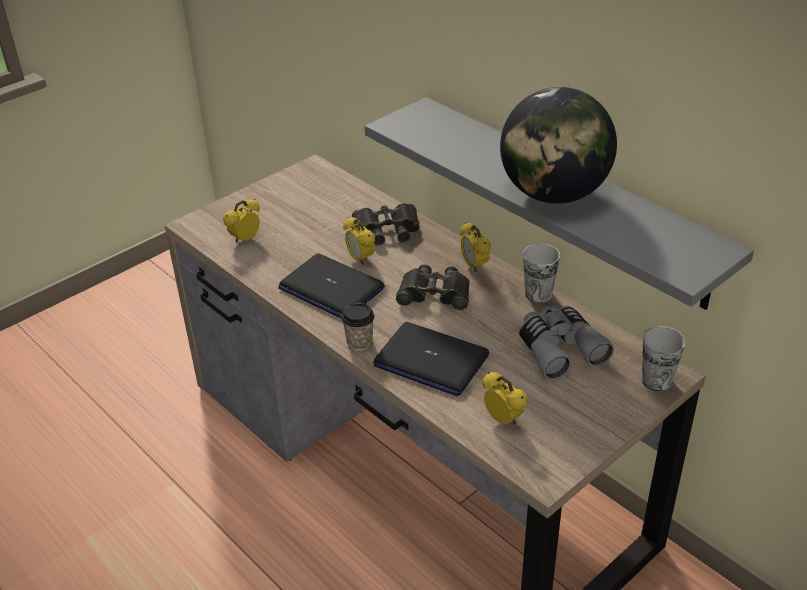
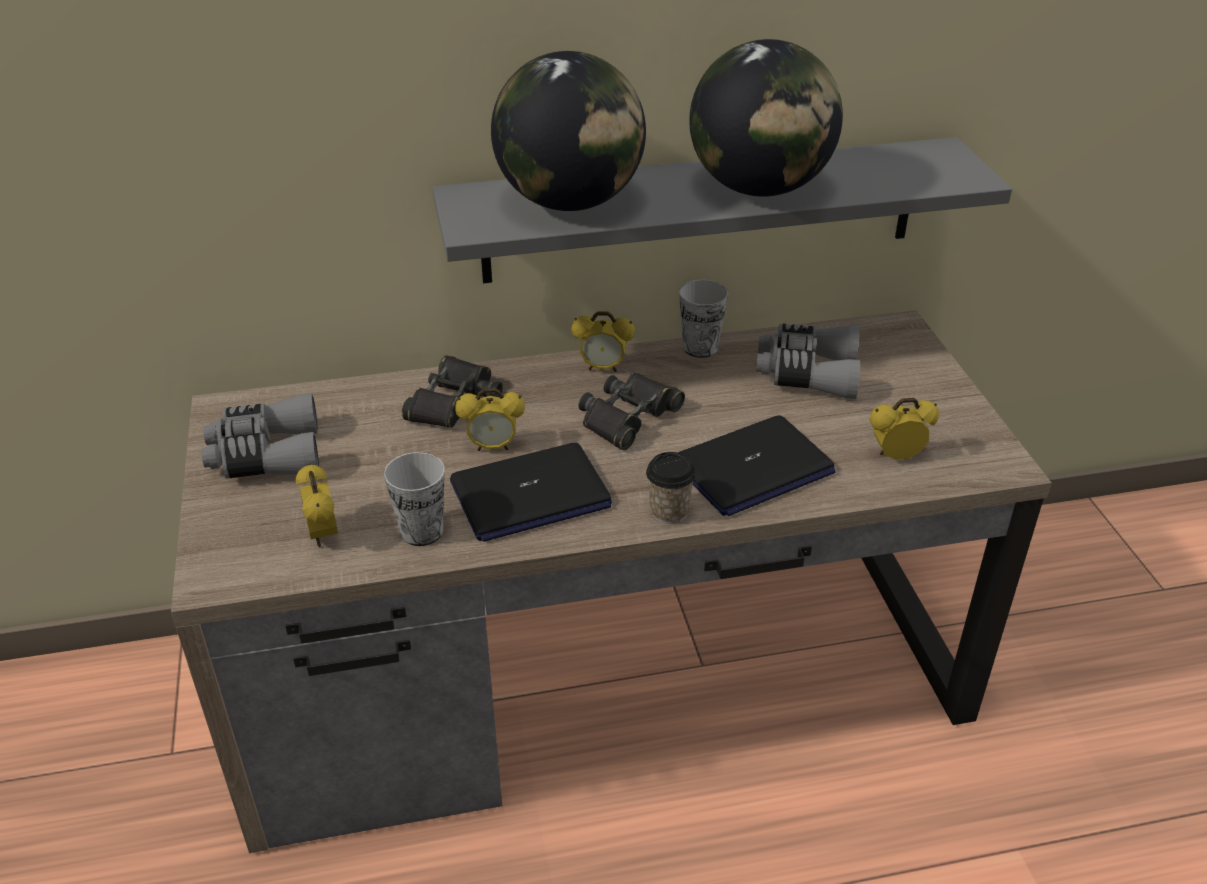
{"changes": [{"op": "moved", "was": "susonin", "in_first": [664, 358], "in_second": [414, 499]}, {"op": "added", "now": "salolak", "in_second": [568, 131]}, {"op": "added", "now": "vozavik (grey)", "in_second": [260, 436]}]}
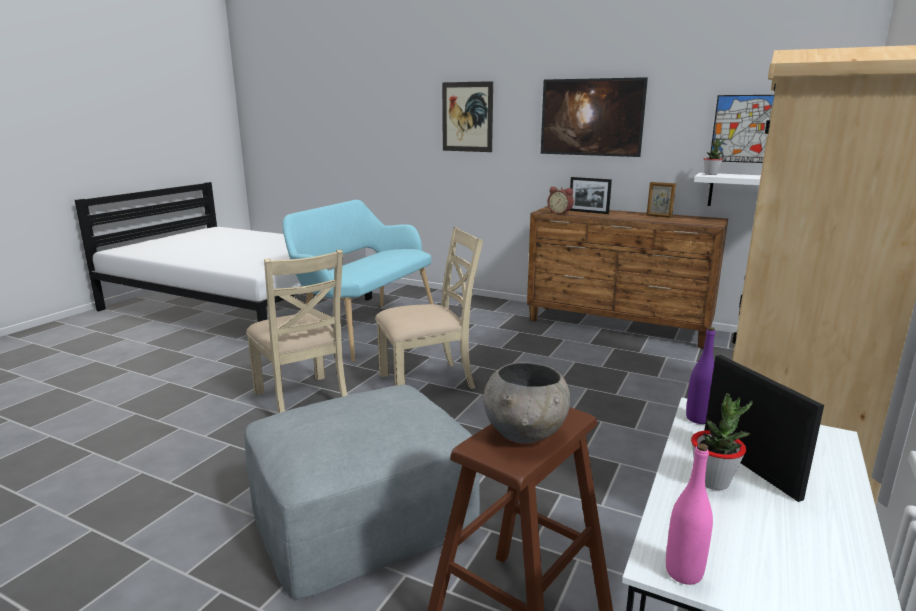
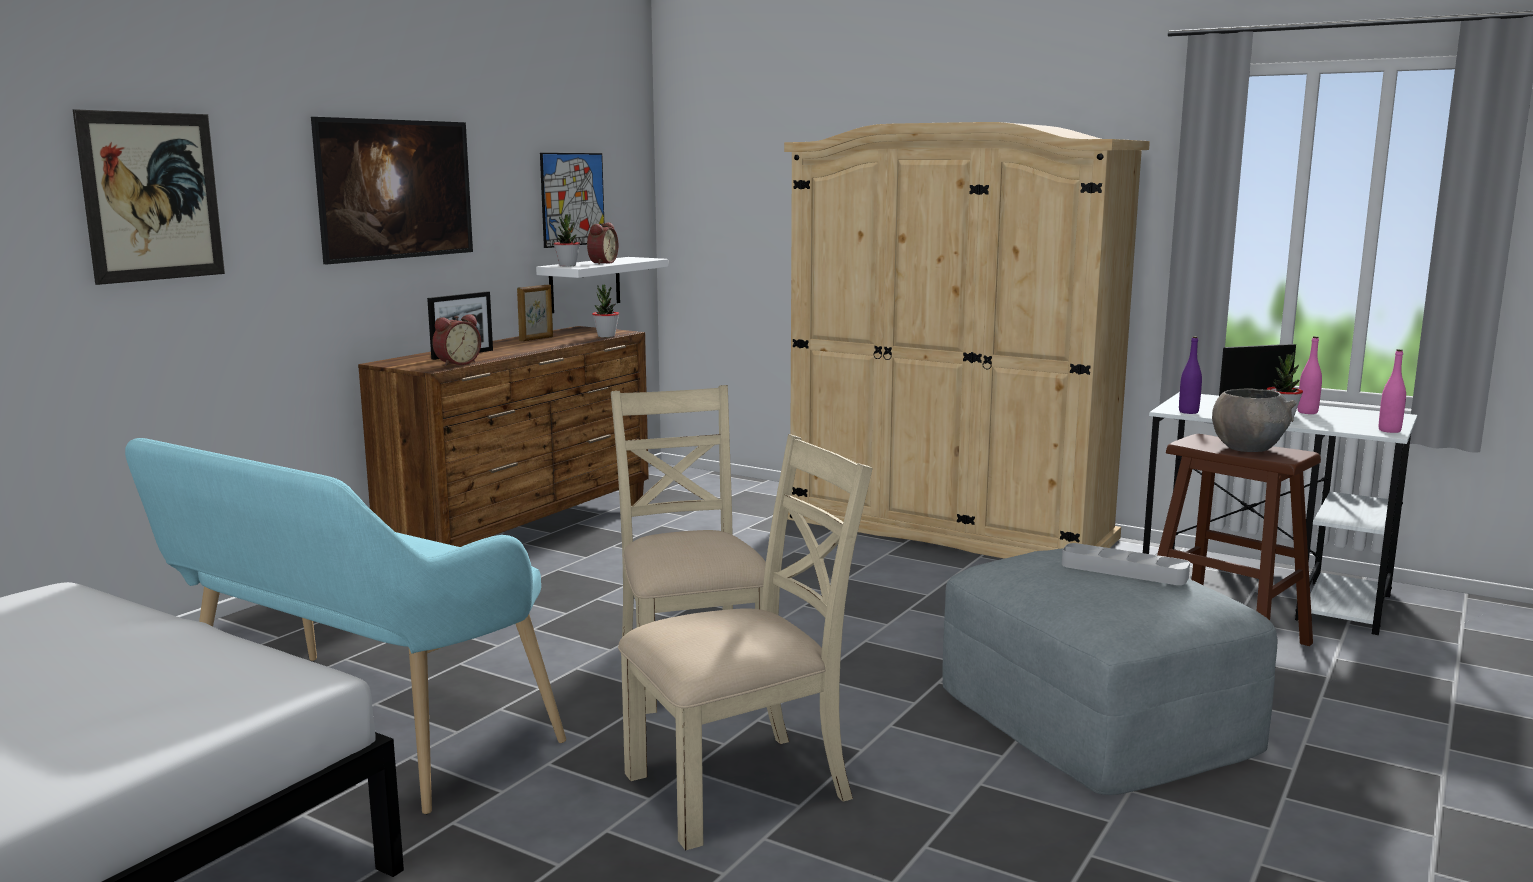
{"changes": [{"op": "added", "now": "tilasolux", "in_second": [602, 243]}, {"op": "added", "now": "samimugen", "in_second": [605, 311]}, {"op": "added", "now": "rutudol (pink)", "in_second": [1309, 375]}, {"op": "added", "now": "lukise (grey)", "in_second": [1126, 564]}]}
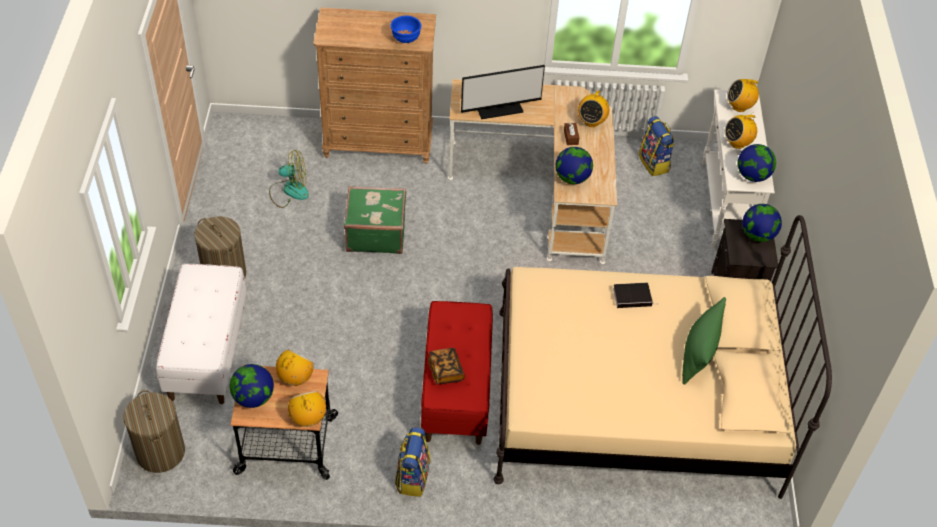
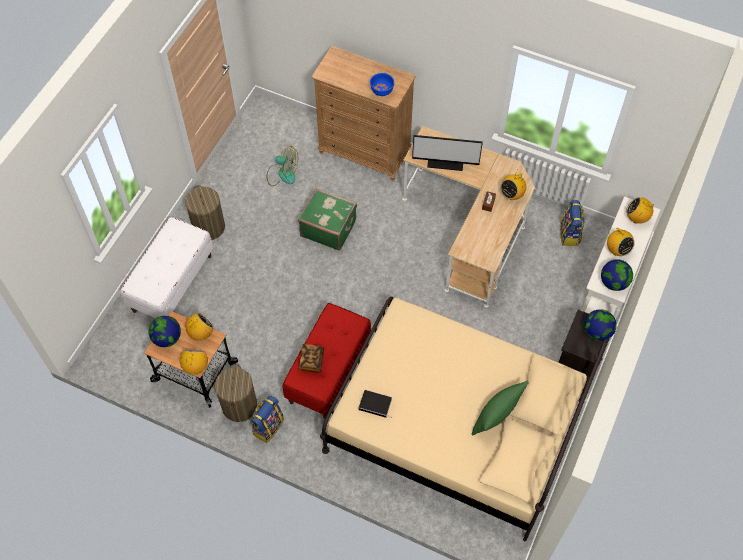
{"changes": [{"op": "turned", "was": "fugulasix", "in_first": [741, 132], "in_second": [621, 242], "clockwise": -120}, {"op": "removed", "was": "salolak", "in_first": [574, 165]}, {"op": "moved", "was": "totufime", "in_first": [635, 295], "in_second": [375, 404]}, {"op": "moved", "was": "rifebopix", "in_first": [154, 431], "in_second": [236, 393]}]}
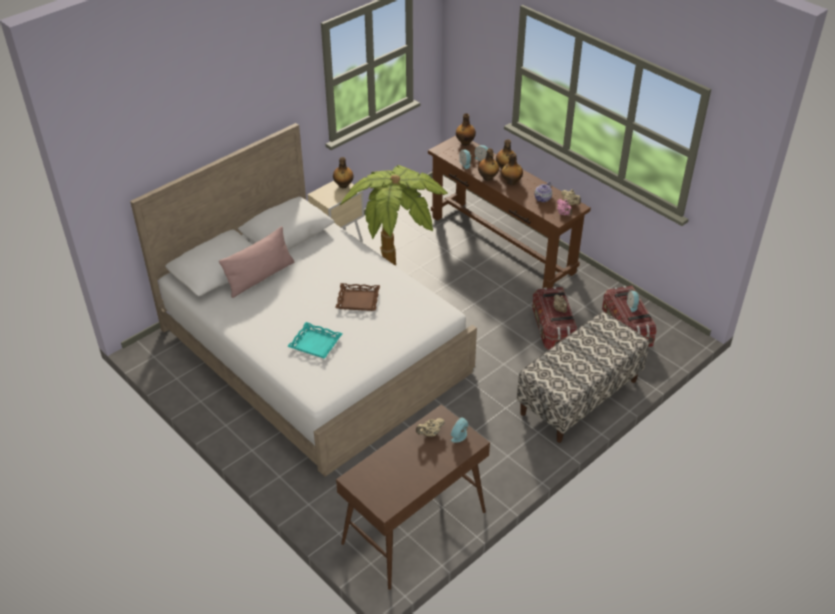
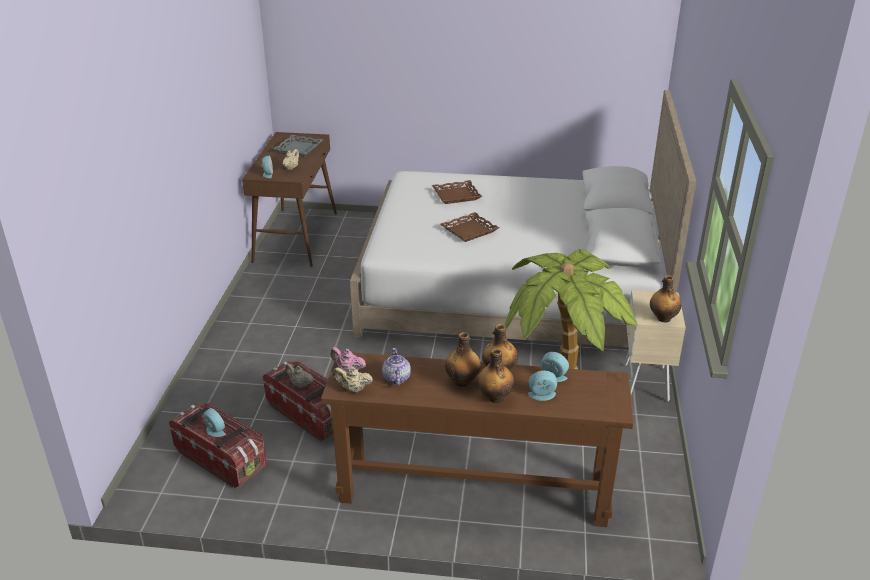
{"changes": [{"op": "removed", "was": "rutudol", "in_first": [466, 129]}, {"op": "removed", "was": "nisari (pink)", "in_first": [256, 262]}, {"op": "removed", "was": "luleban", "in_first": [583, 377]}, {"op": "recoloured", "was": "lukise (turquoise)", "now": "lukise (brown)", "in_first": [315, 340], "in_second": [457, 192]}, {"op": "added", "now": "lukise (grey)", "in_second": [298, 145]}]}
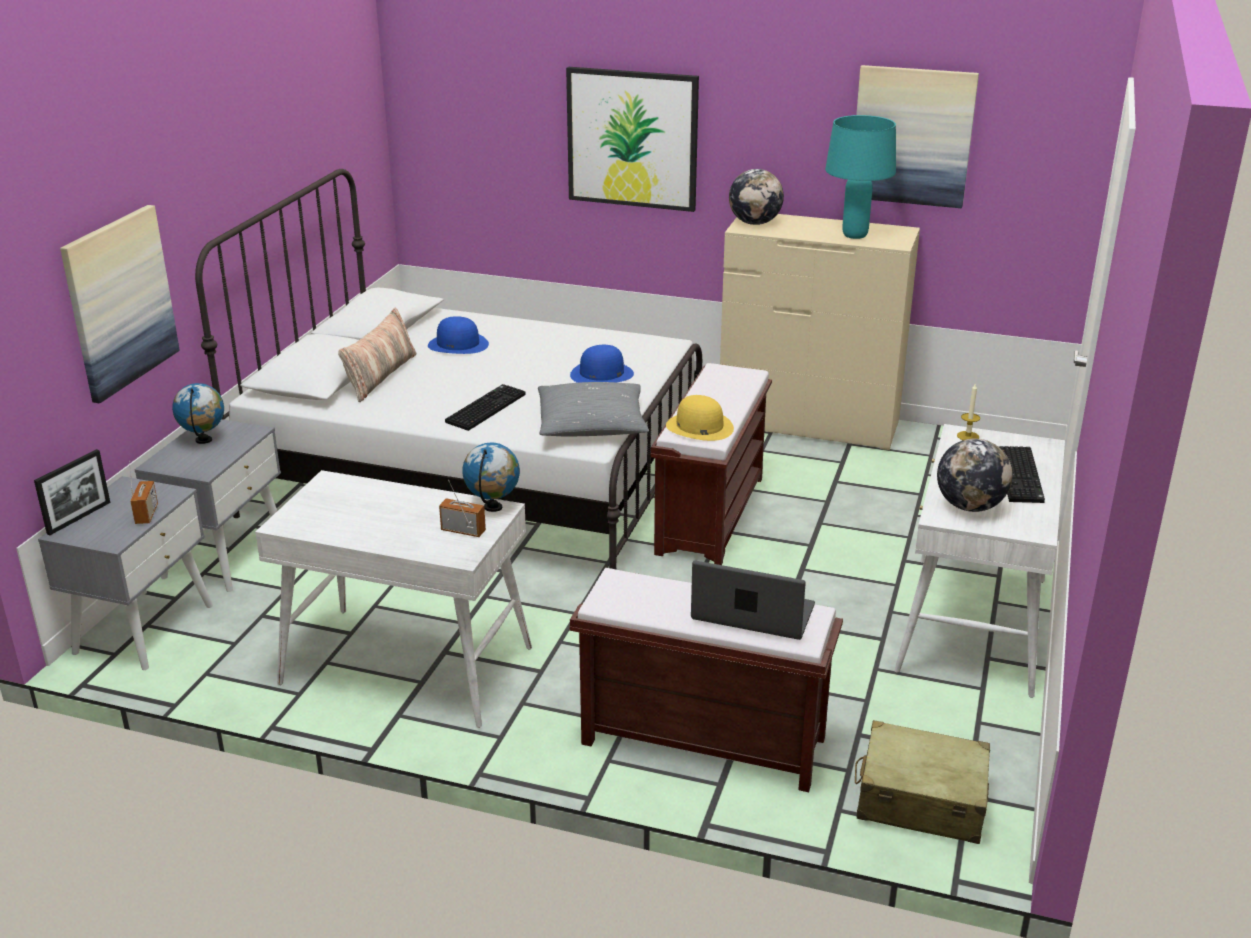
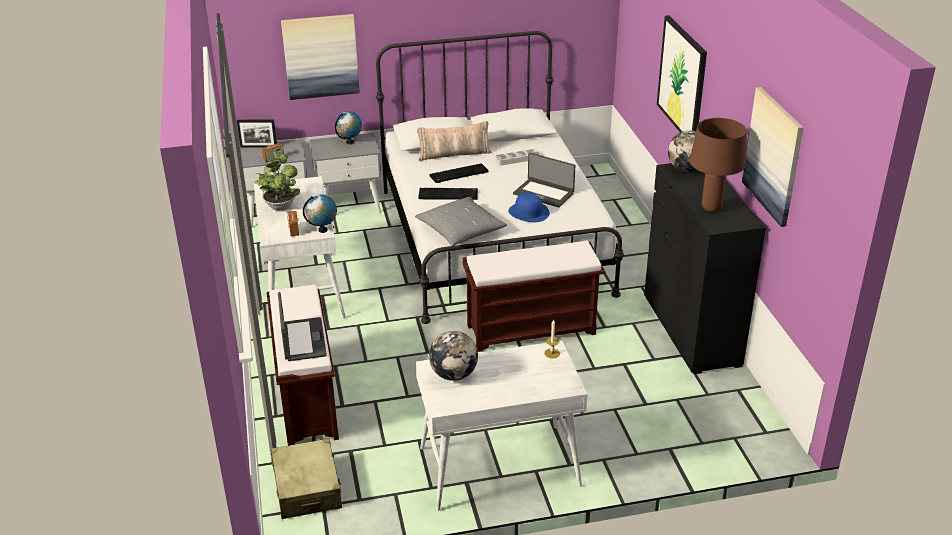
{"changes": [{"op": "recoloured", "was": "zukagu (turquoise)", "now": "zukagu (brown)", "in_first": [860, 177], "in_second": [718, 165]}, {"op": "recoloured", "was": "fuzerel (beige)", "now": "fuzerel (black)", "in_first": [820, 332], "in_second": [705, 268]}, {"op": "replaced", "was": "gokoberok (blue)", "now": "lukise (grey)", "in_first": [458, 335], "in_second": [517, 157]}, {"op": "removed", "was": "gokoberok (yellow)", "in_first": [700, 418]}, {"op": "moved", "was": "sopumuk", "in_first": [1021, 474], "in_second": [459, 173]}, {"op": "added", "now": "samimugen", "in_second": [277, 180]}, {"op": "added", "now": "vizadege", "in_second": [544, 179]}]}
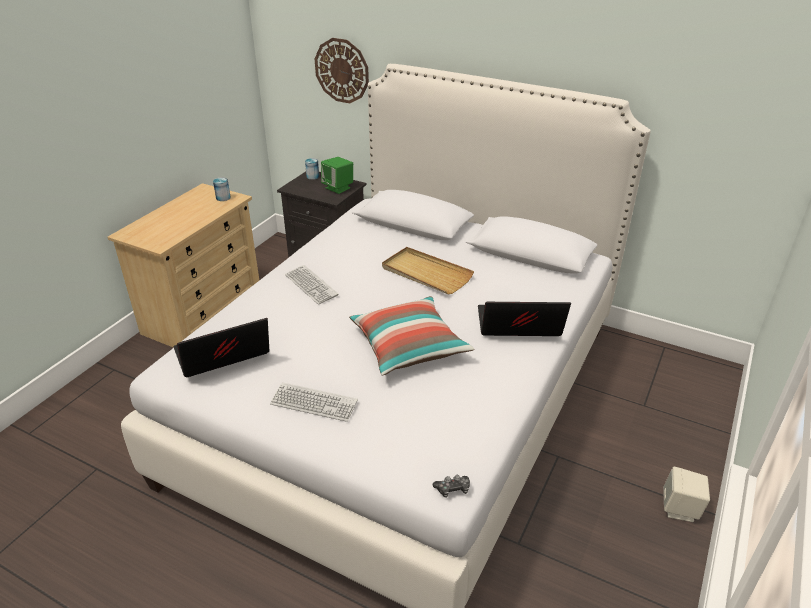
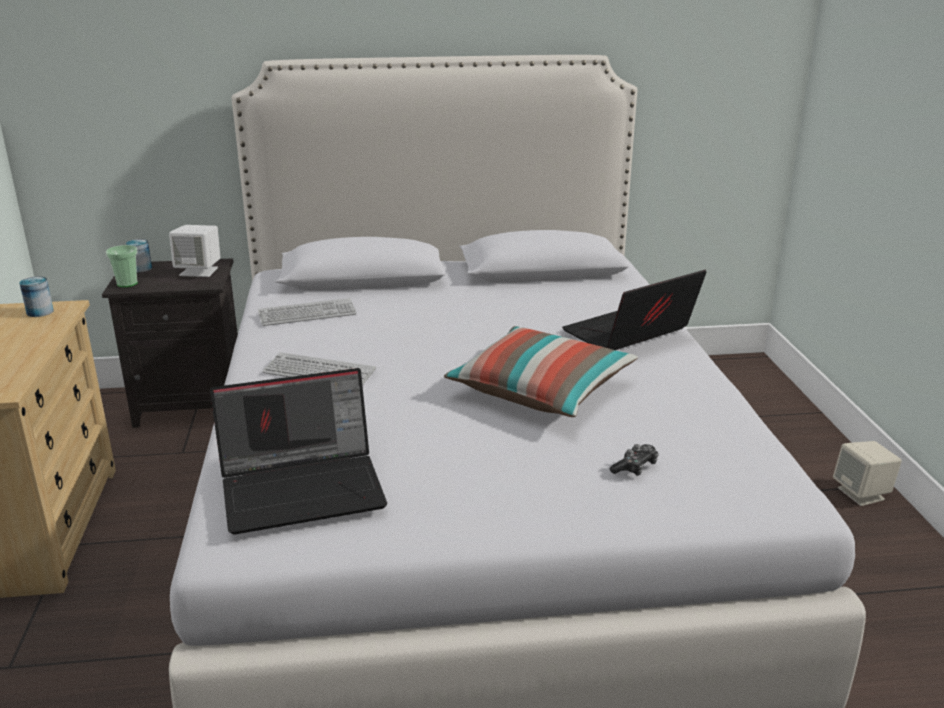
{"changes": [{"op": "removed", "was": "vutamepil", "in_first": [342, 70]}, {"op": "recoloured", "was": "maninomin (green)", "now": "maninomin (white)", "in_first": [337, 175], "in_second": [194, 251]}, {"op": "removed", "was": "lukise (beige)", "in_first": [428, 270]}, {"op": "turned", "was": "vizadege", "in_first": [221, 347], "in_second": [298, 451], "clockwise": -135}, {"op": "moved", "was": "sopumuk", "in_first": [314, 402], "in_second": [307, 312]}, {"op": "moved", "was": "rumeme", "in_first": [451, 486], "in_second": [634, 460]}, {"op": "added", "now": "susonin", "in_second": [122, 266]}]}
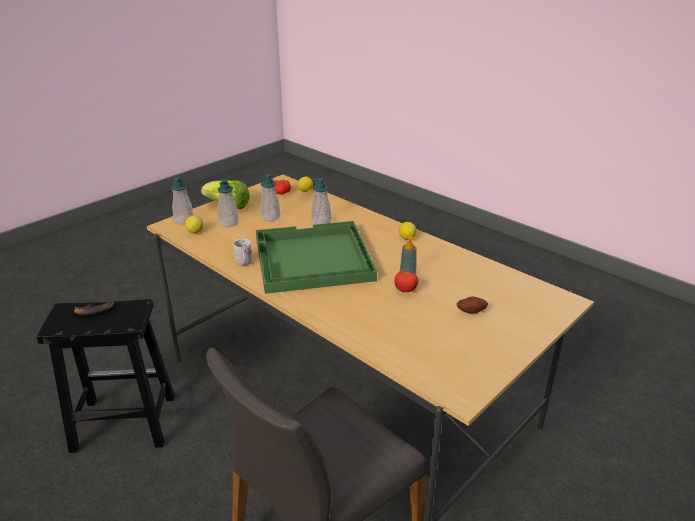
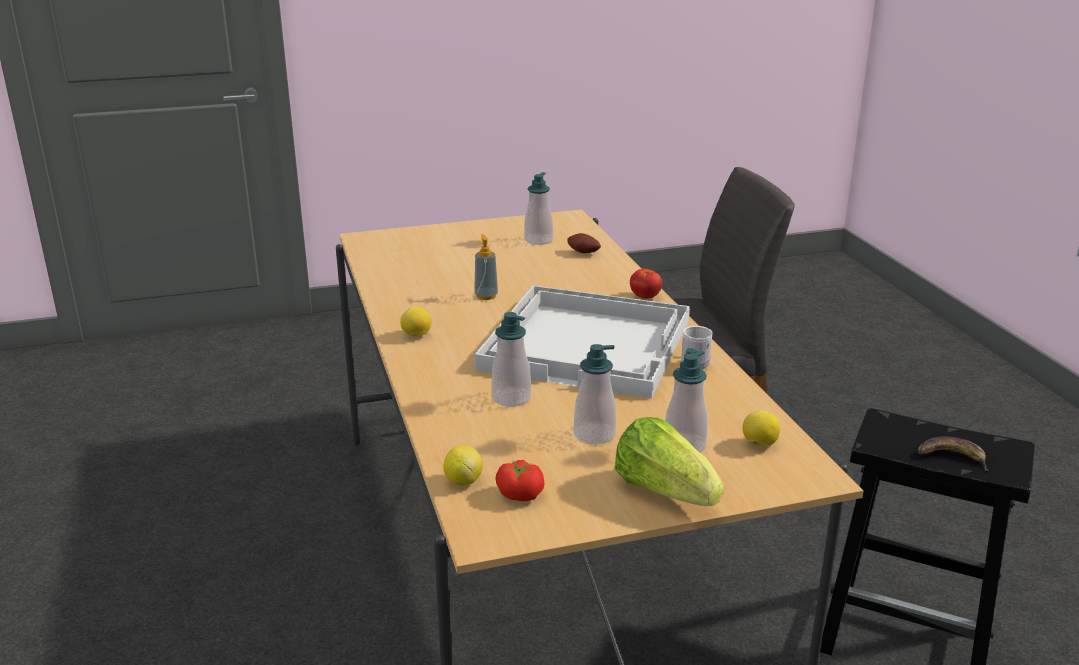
{"changes": [{"op": "moved", "was": "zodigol", "in_first": [182, 200], "in_second": [538, 208]}, {"op": "recoloured", "was": "lukise (green)", "now": "lukise (white)", "in_first": [316, 257], "in_second": [582, 342]}, {"op": "moved", "was": "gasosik", "in_first": [406, 281], "in_second": [646, 284]}, {"op": "moved", "was": "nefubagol", "in_first": [472, 305], "in_second": [584, 243]}]}
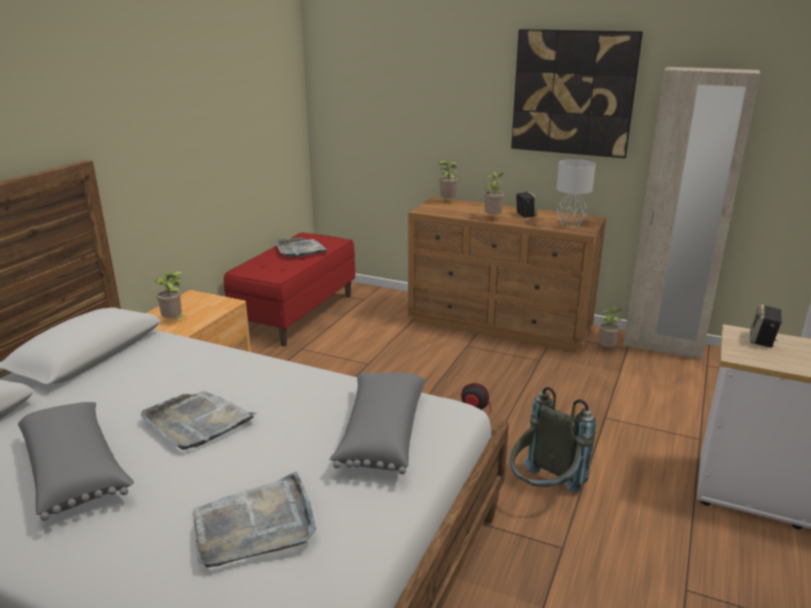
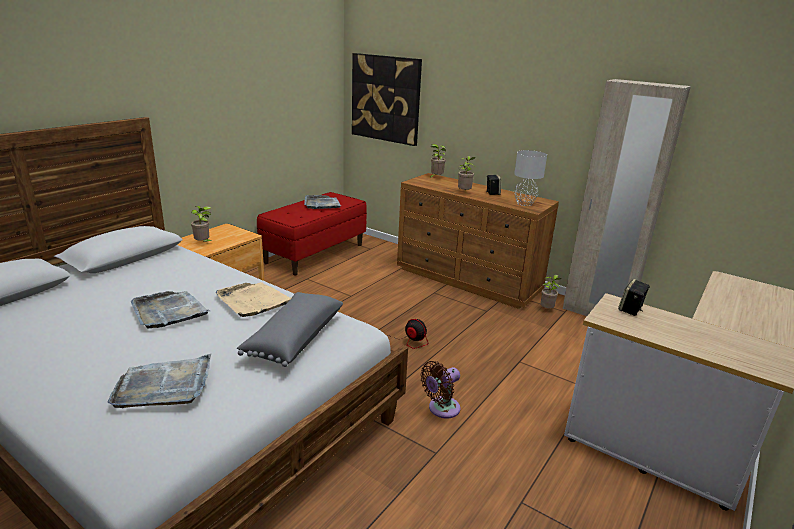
{"changes": [{"op": "moved", "was": "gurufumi", "in_first": [577, 93], "in_second": [387, 99]}, {"op": "replaced", "was": "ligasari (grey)", "now": "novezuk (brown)", "in_first": [553, 440], "in_second": [440, 389]}, {"op": "removed", "was": "nisari (grey)", "in_first": [76, 461]}, {"op": "added", "now": "lukise (beige)", "in_second": [254, 299]}]}
